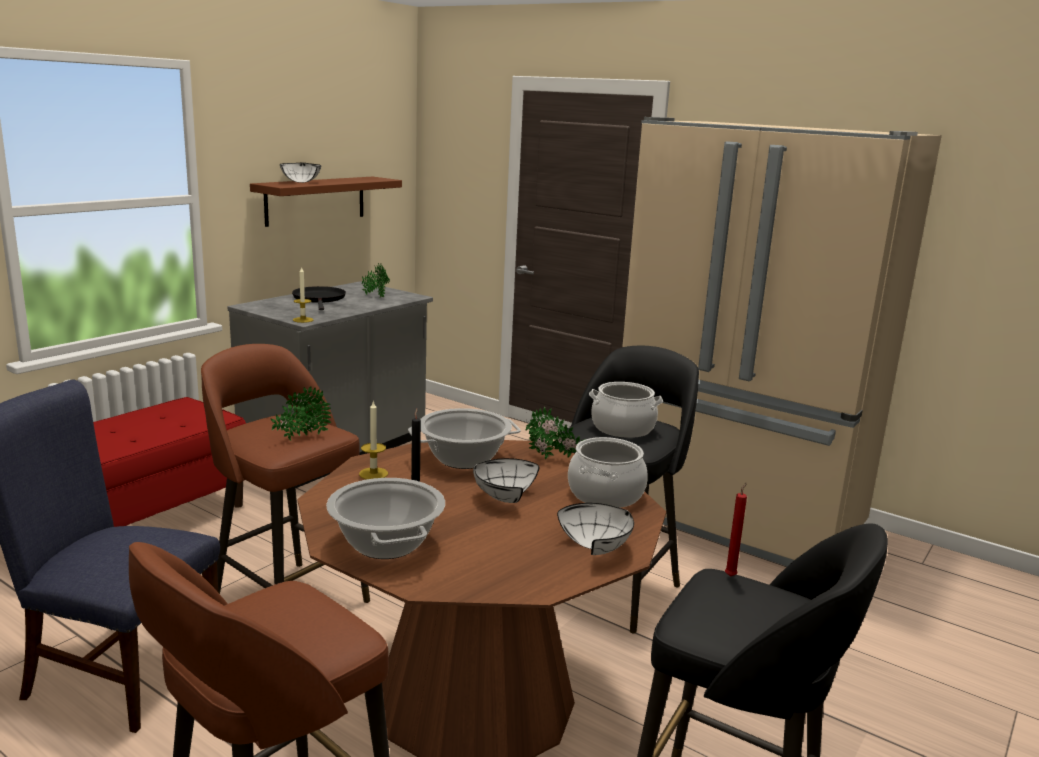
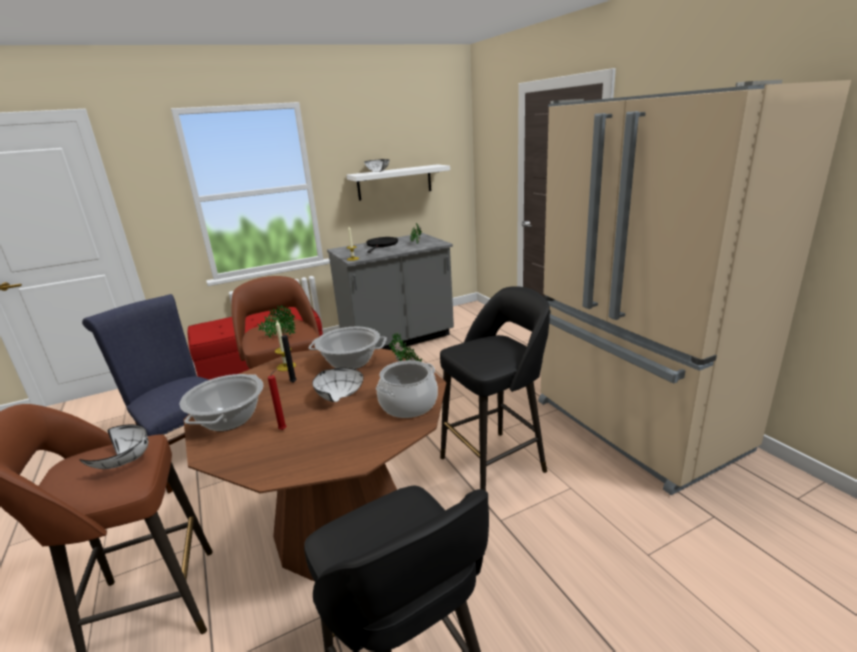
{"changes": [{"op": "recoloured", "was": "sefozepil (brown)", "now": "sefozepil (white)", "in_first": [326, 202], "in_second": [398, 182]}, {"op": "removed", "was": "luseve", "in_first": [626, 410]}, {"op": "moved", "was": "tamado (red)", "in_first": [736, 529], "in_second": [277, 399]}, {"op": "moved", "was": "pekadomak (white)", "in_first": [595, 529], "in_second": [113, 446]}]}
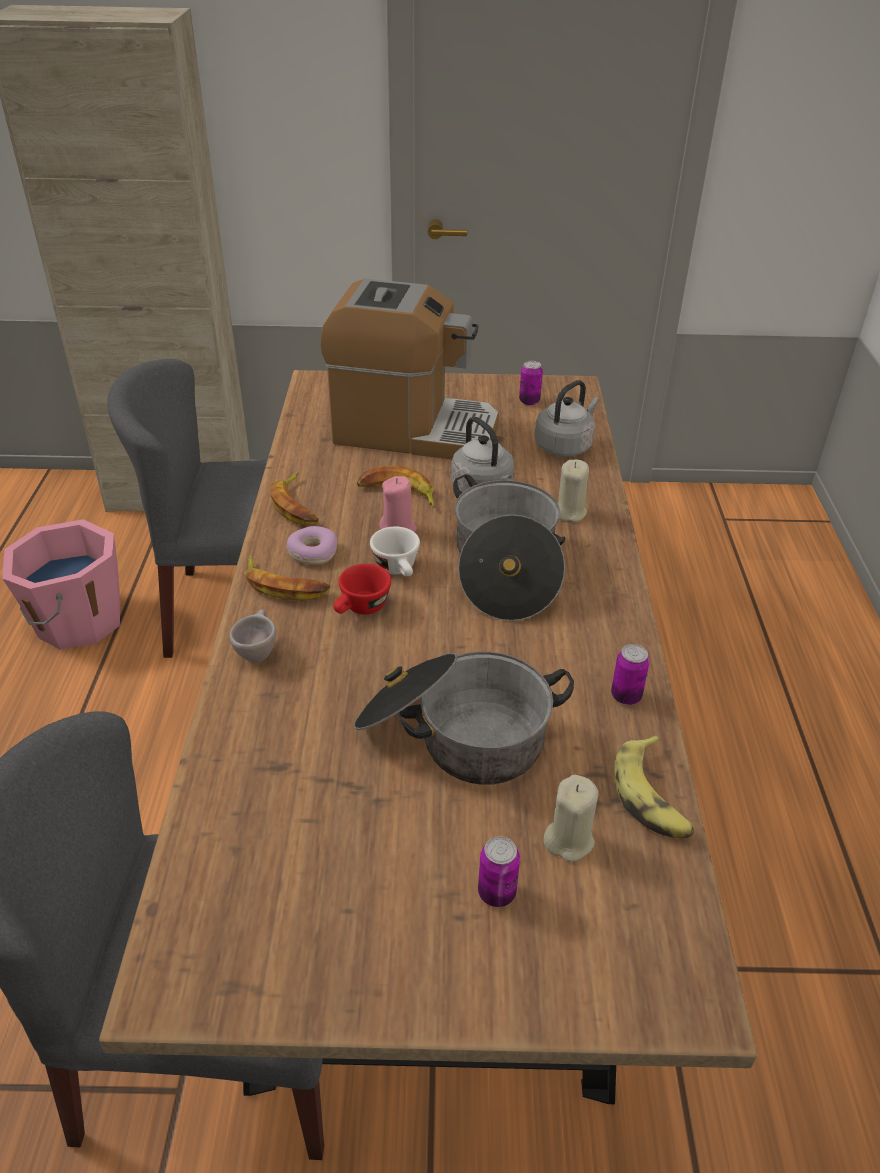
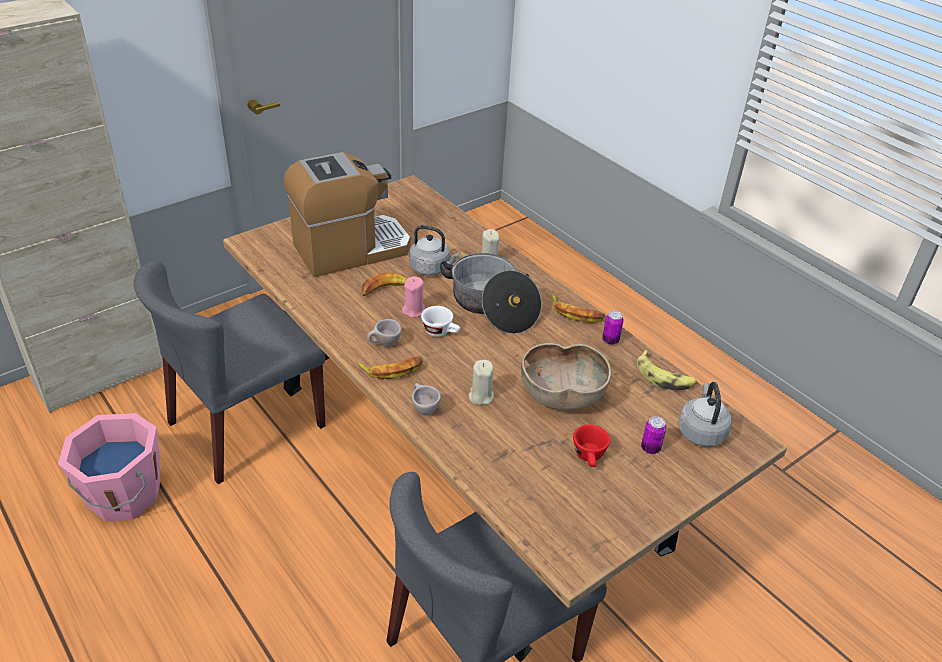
{"changes": [{"op": "removed", "was": "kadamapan", "in_first": [531, 383]}, {"op": "moved", "was": "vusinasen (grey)", "in_first": [567, 418], "in_second": [705, 414]}, {"op": "moved", "was": "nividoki", "in_first": [293, 498], "in_second": [578, 308]}, {"op": "replaced", "was": "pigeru", "now": "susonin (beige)", "in_first": [311, 545], "in_second": [384, 333]}, {"op": "moved", "was": "susonin (red)", "in_first": [362, 589], "in_second": [591, 445]}, {"op": "replaced", "was": "luseve", "now": "pekadomak (brown)", "in_first": [464, 718], "in_second": [566, 376]}, {"op": "moved", "was": "tamado (beige)", "in_first": [571, 818], "in_second": [481, 382]}]}
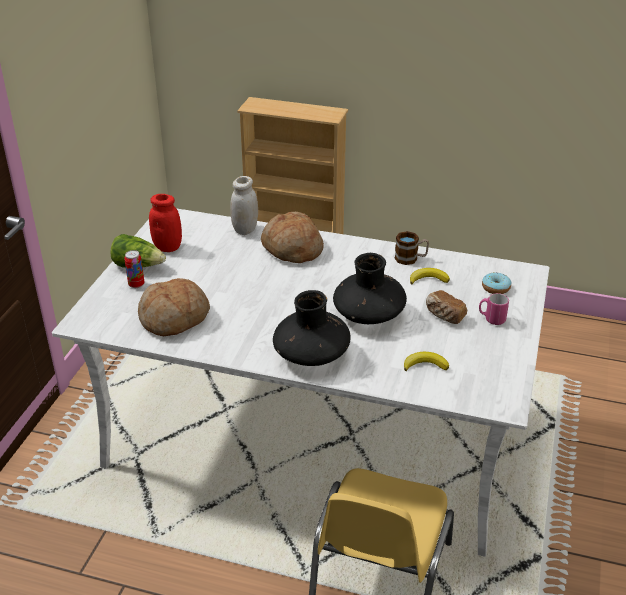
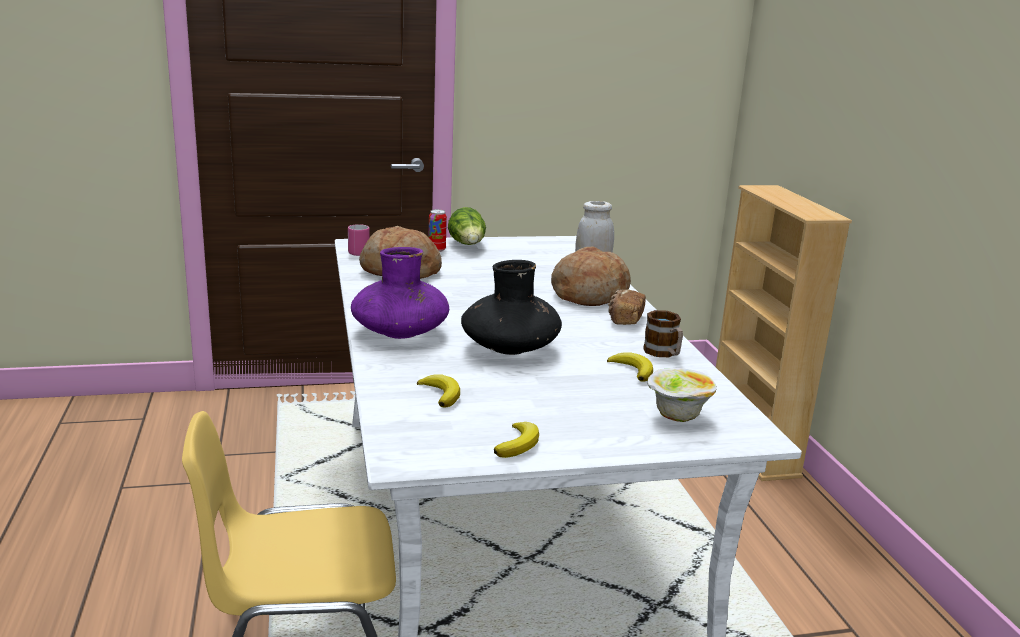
{"changes": [{"op": "removed", "was": "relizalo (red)", "in_first": [165, 223]}, {"op": "replaced", "was": "pigeru", "now": "pekadomak", "in_first": [497, 283], "in_second": [682, 395]}, {"op": "recoloured", "was": "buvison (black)", "now": "buvison (purple)", "in_first": [312, 328], "in_second": [400, 293]}, {"op": "moved", "was": "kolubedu", "in_first": [446, 307], "in_second": [627, 307]}, {"op": "moved", "was": "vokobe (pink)", "in_first": [494, 309], "in_second": [359, 240]}, {"op": "added", "now": "nividoki", "in_second": [516, 440]}]}
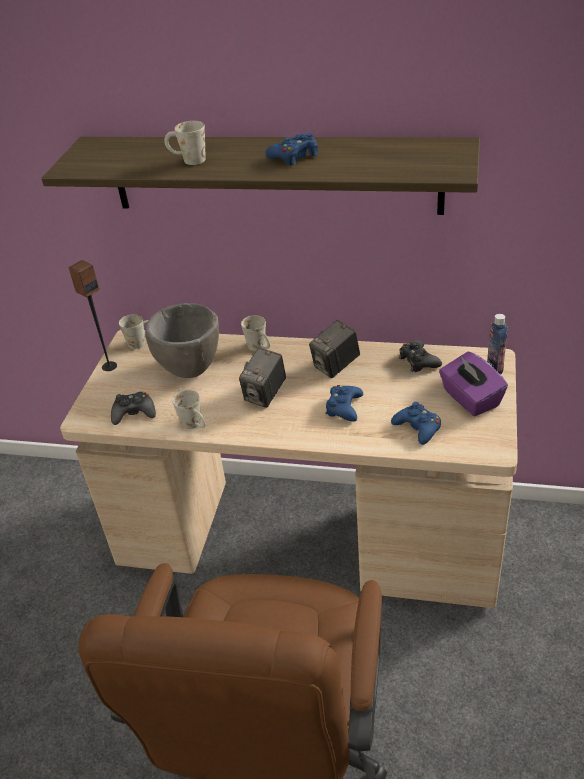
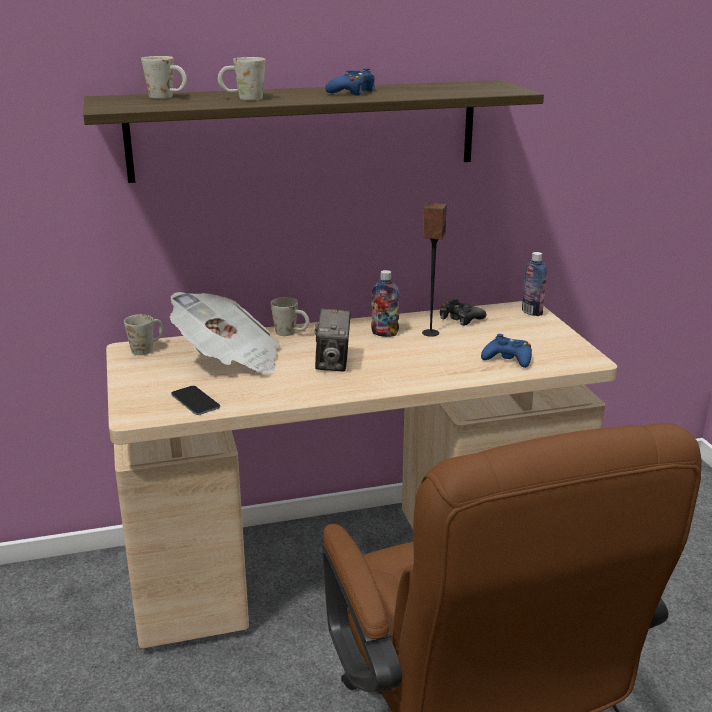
{"changes": [{"op": "moved", "was": "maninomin", "in_first": [92, 315], "in_second": [434, 270]}, {"op": "replaced", "was": "pekadomak (grey)", "now": "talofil", "in_first": [182, 340], "in_second": [225, 333]}, {"op": "replaced", "was": "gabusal", "now": "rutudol", "in_first": [334, 349], "in_second": [385, 303]}, {"op": "removed", "was": "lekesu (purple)", "in_first": [473, 384]}, {"op": "removed", "was": "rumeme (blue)", "in_first": [344, 403]}, {"op": "moved", "was": "vokobe (white)", "in_first": [189, 409], "in_second": [164, 77]}, {"op": "replaced", "was": "rumeme (black)", "now": "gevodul", "in_first": [133, 408], "in_second": [195, 400]}]}
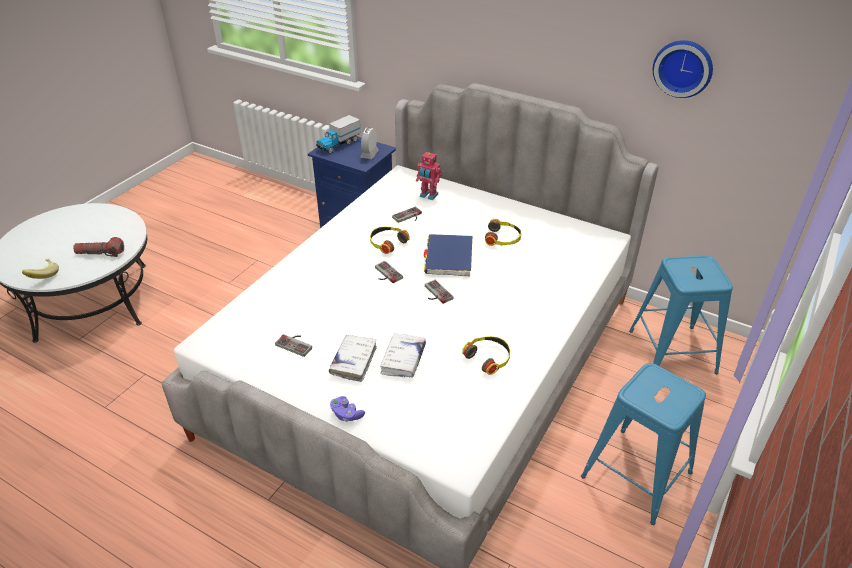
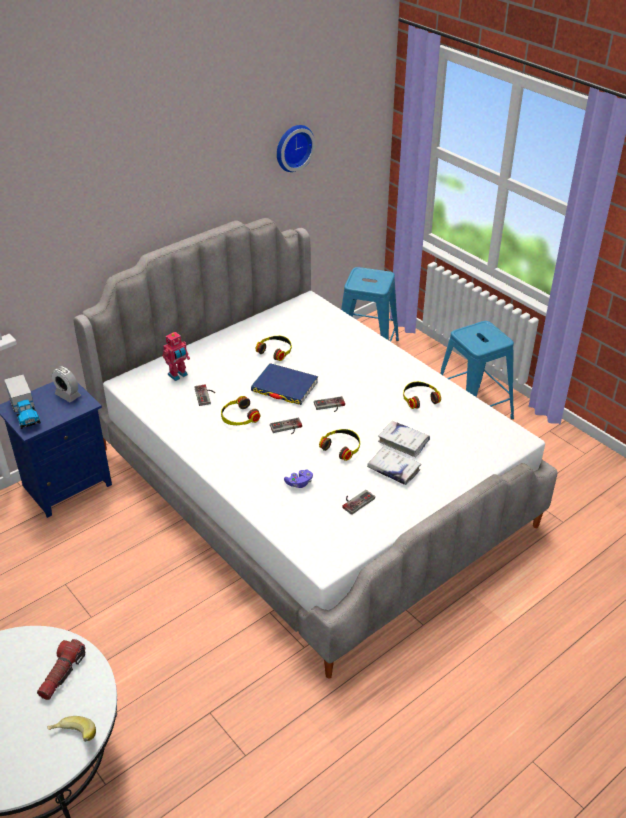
{"changes": [{"op": "moved", "was": "rumeme (purple)", "in_first": [347, 409], "in_second": [298, 478]}, {"op": "added", "now": "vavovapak", "in_second": [339, 445]}]}
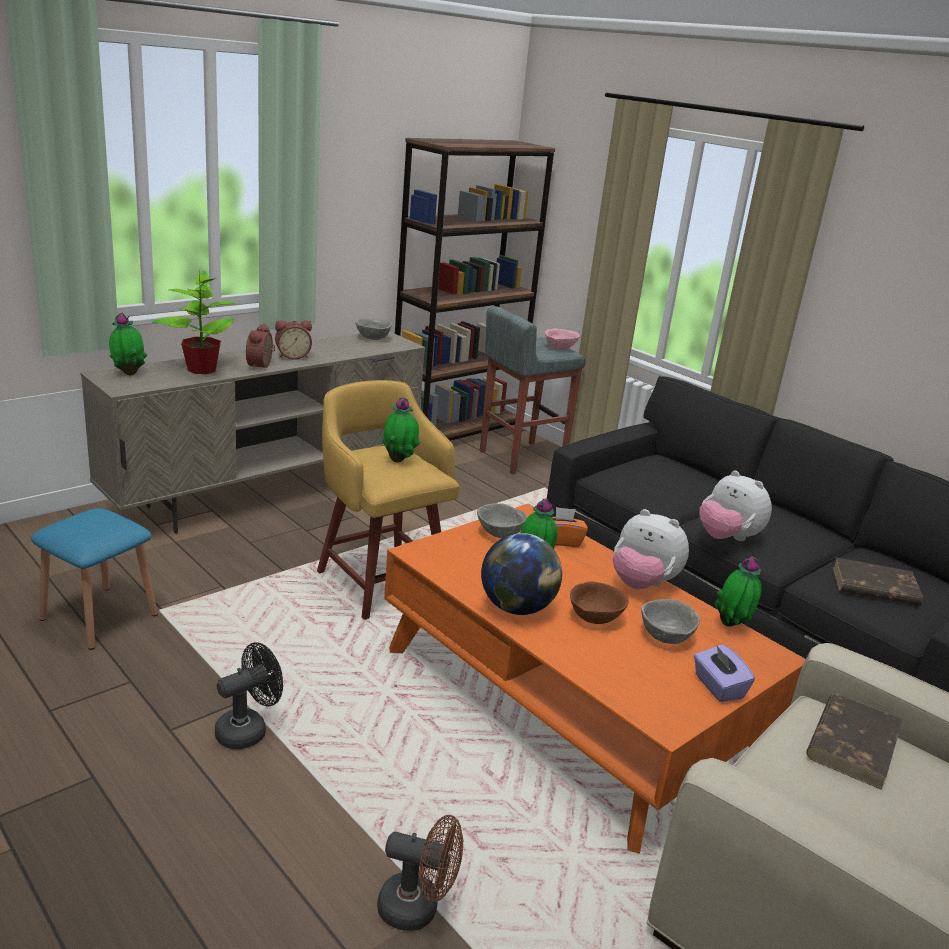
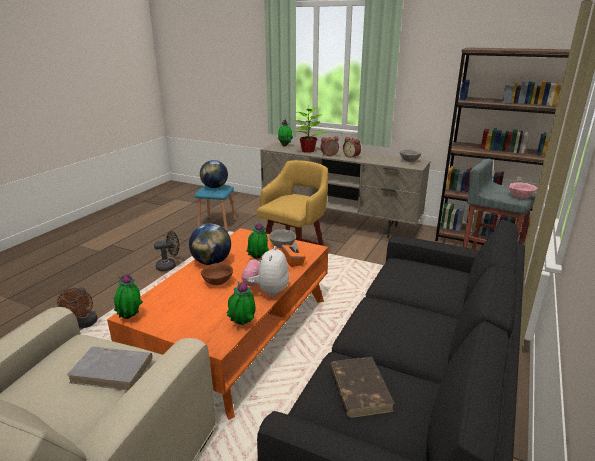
{"changes": [{"op": "moved", "was": "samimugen", "in_first": [401, 430], "in_second": [128, 296]}, {"op": "removed", "was": "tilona", "in_first": [735, 506]}, {"op": "removed", "was": "pekadomak (grey)", "in_first": [670, 621]}, {"op": "turned", "was": "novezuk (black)", "in_first": [249, 695], "in_second": [166, 251], "clockwise": -45}, {"op": "removed", "was": "lekesu (purple)", "in_first": [724, 673]}, {"op": "recoloured", "was": "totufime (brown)", "now": "totufime (grey)", "in_first": [854, 742], "in_second": [110, 368]}, {"op": "added", "now": "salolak", "in_second": [214, 174]}]}
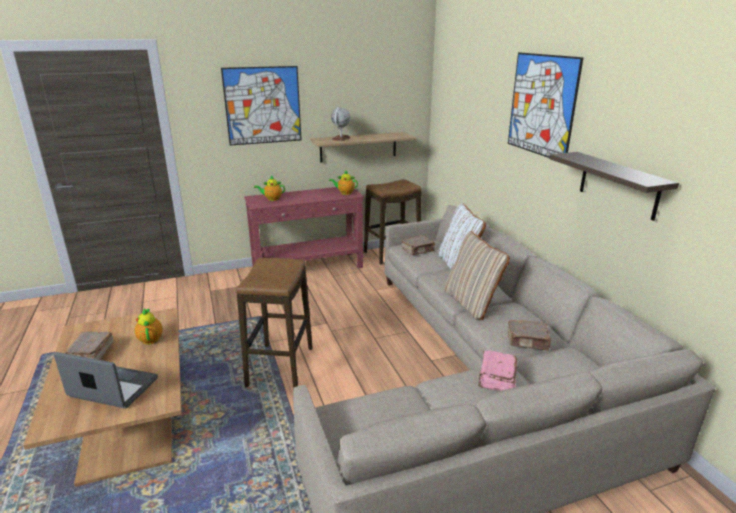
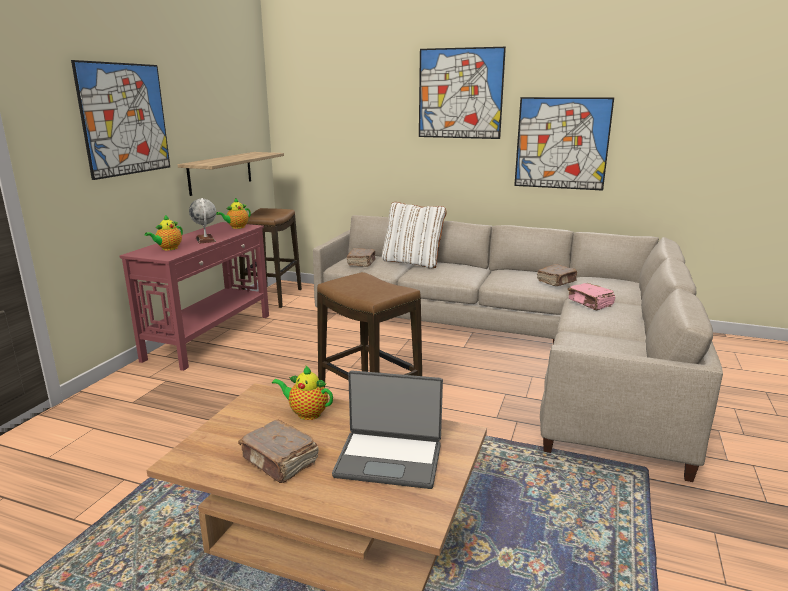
{"changes": [{"op": "moved", "was": "salolak", "in_first": [340, 124], "in_second": [202, 221]}, {"op": "replaced", "was": "sefozepil", "now": "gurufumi", "in_first": [614, 186], "in_second": [564, 144]}, {"op": "removed", "was": "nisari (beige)", "in_first": [477, 275]}, {"op": "turned", "was": "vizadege", "in_first": [106, 380], "in_second": [387, 429], "clockwise": -135}]}
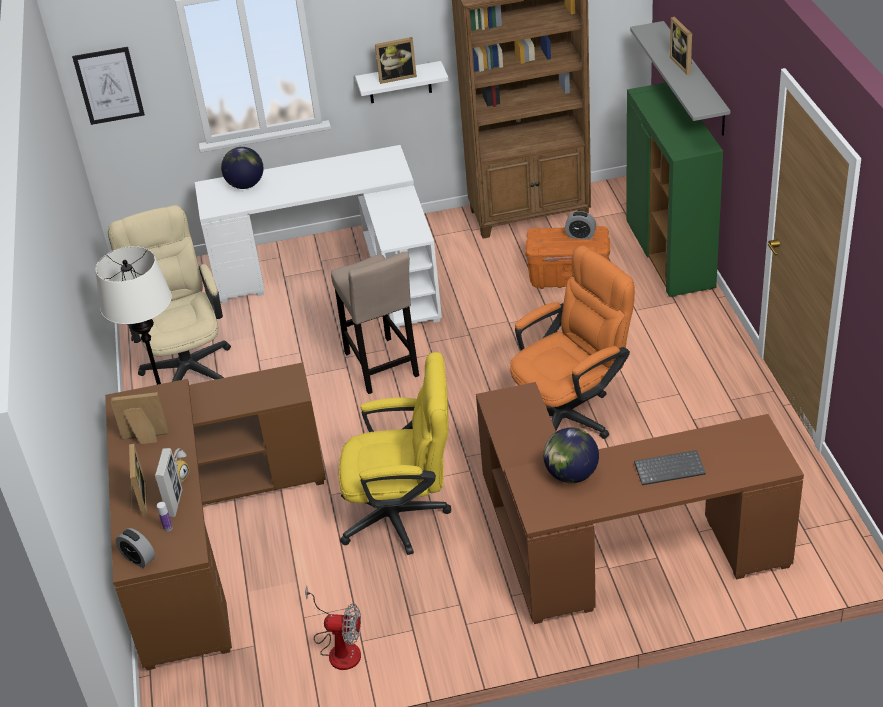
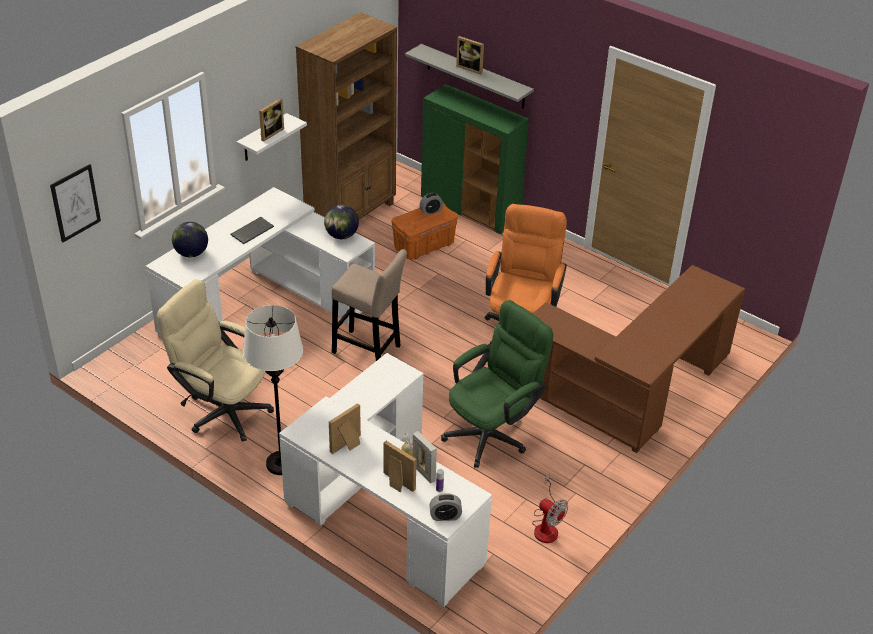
{"changes": [{"op": "recoloured", "was": "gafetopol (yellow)", "now": "gafetopol (green)", "in_first": [395, 453], "in_second": [497, 384]}, {"op": "recoloured", "was": "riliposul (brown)", "now": "riliposul (white)", "in_first": [215, 516], "in_second": [385, 480]}, {"op": "moved", "was": "salolak", "in_first": [571, 455], "in_second": [341, 222]}, {"op": "moved", "was": "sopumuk", "in_first": [670, 467], "in_second": [252, 230]}, {"op": "turned", "was": "novezuk", "in_first": [333, 627], "in_second": [550, 508], "clockwise": 75}]}
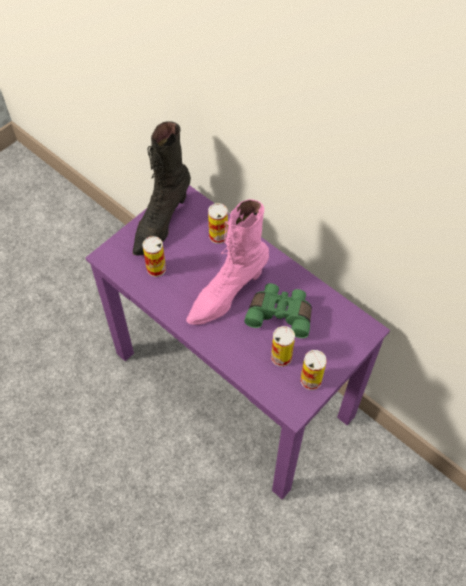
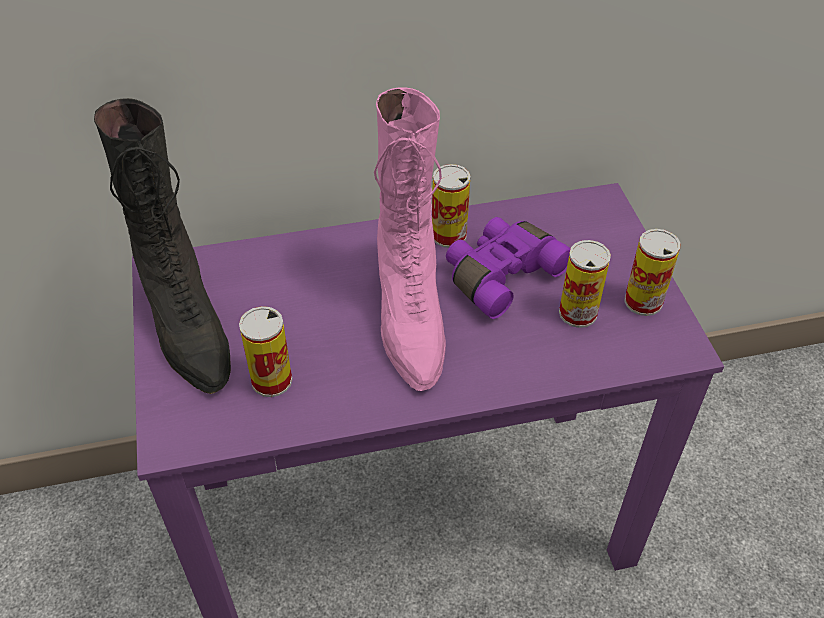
{"changes": [{"op": "moved", "was": "kadamapan", "in_first": [218, 223], "in_second": [451, 206]}, {"op": "recoloured", "was": "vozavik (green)", "now": "vozavik (purple)", "in_first": [278, 310], "in_second": [508, 268]}]}
